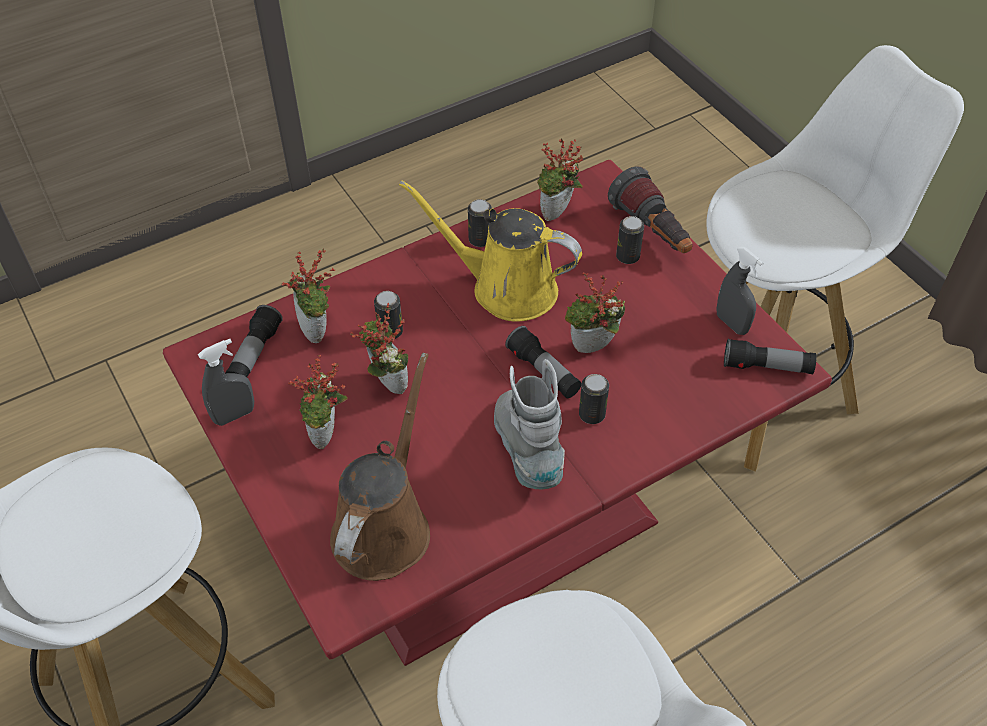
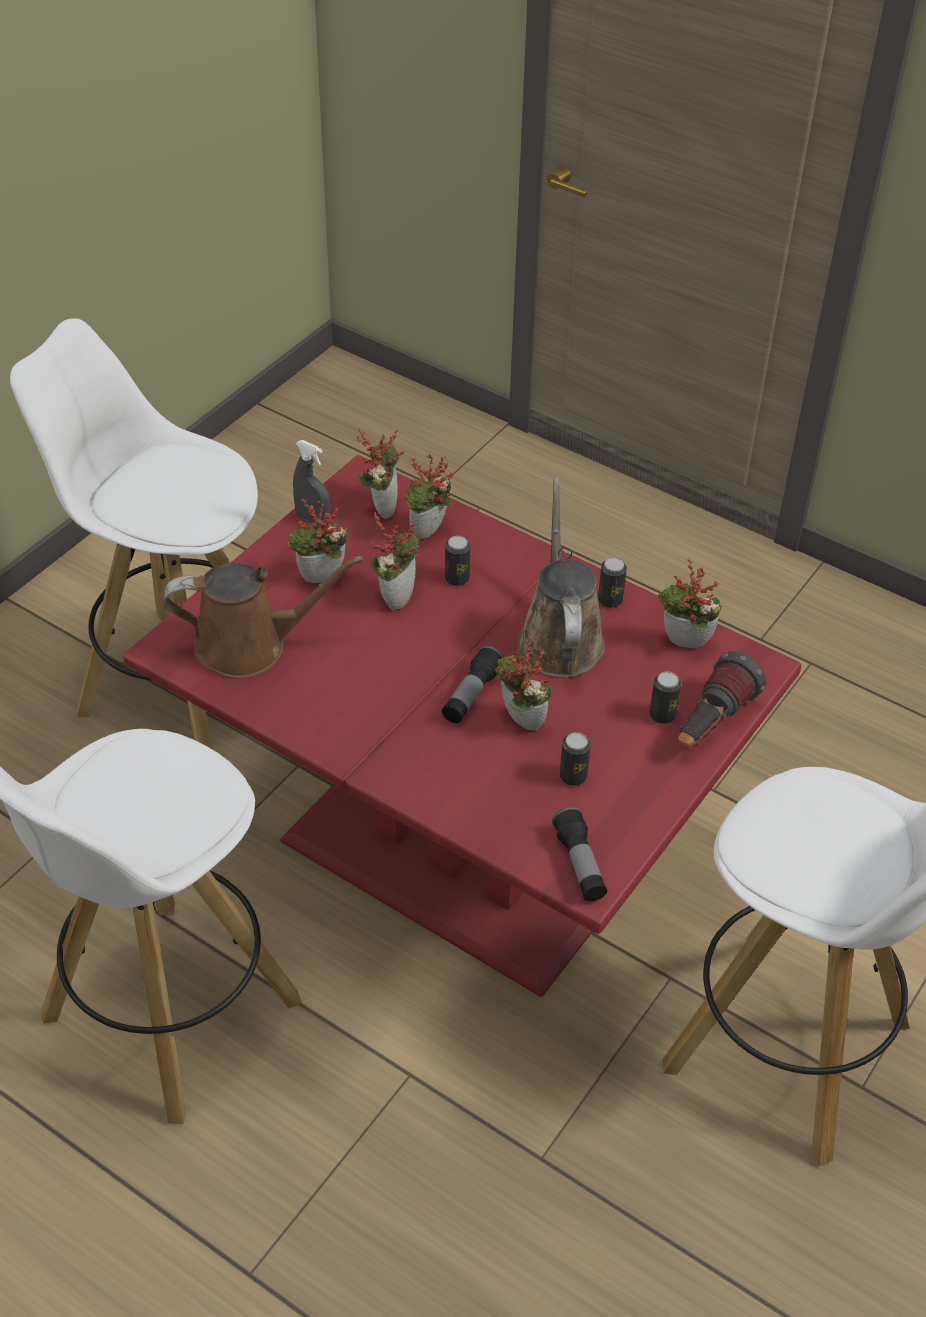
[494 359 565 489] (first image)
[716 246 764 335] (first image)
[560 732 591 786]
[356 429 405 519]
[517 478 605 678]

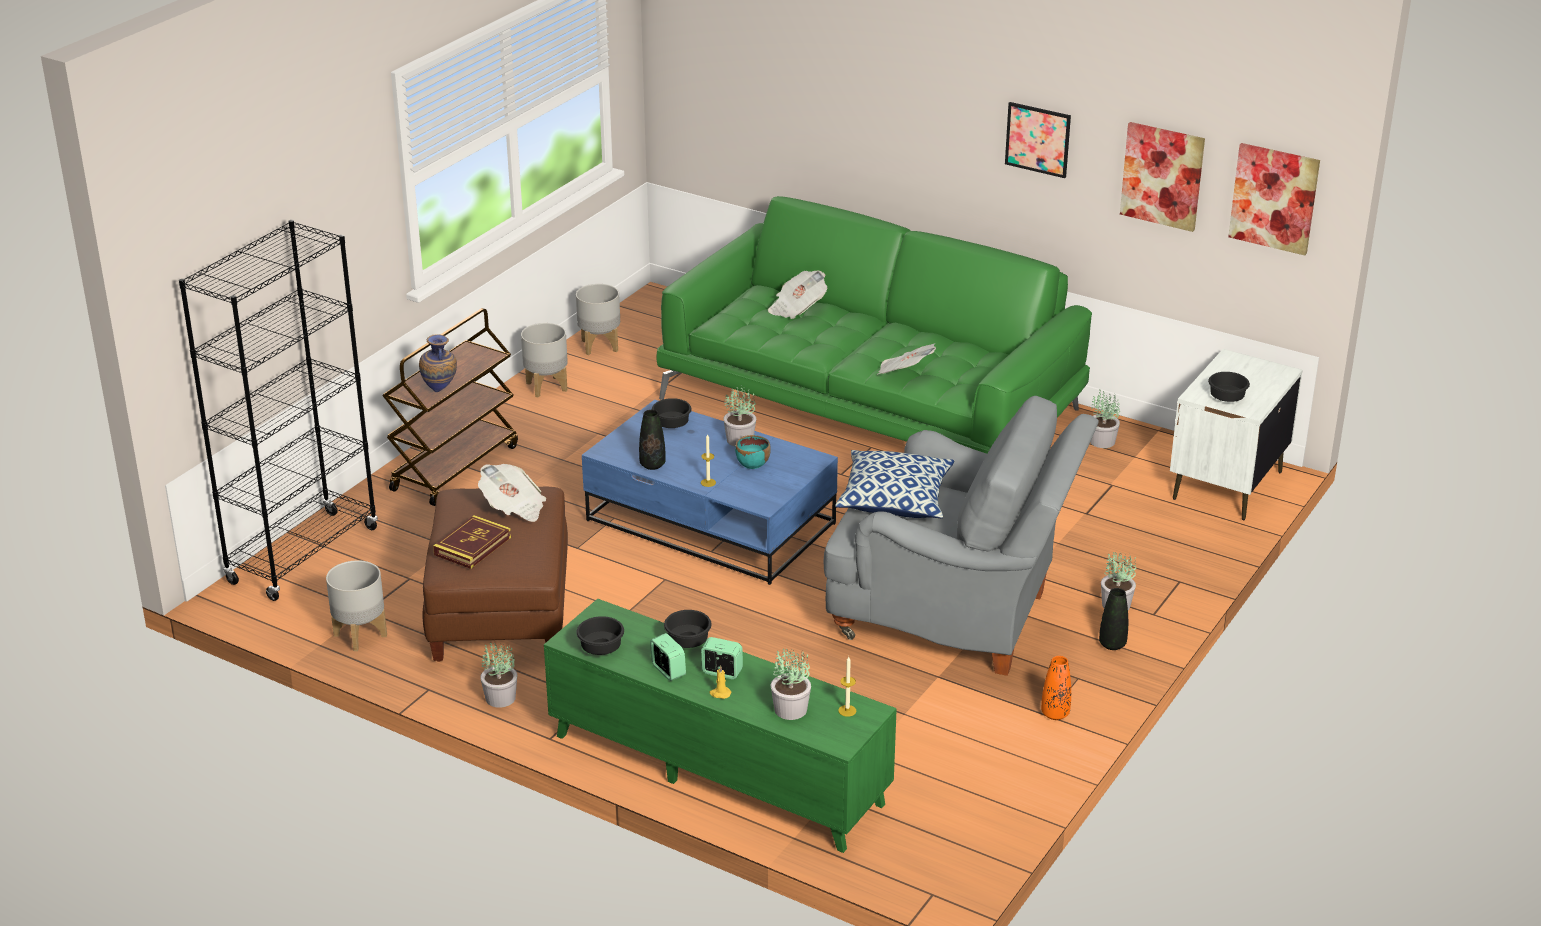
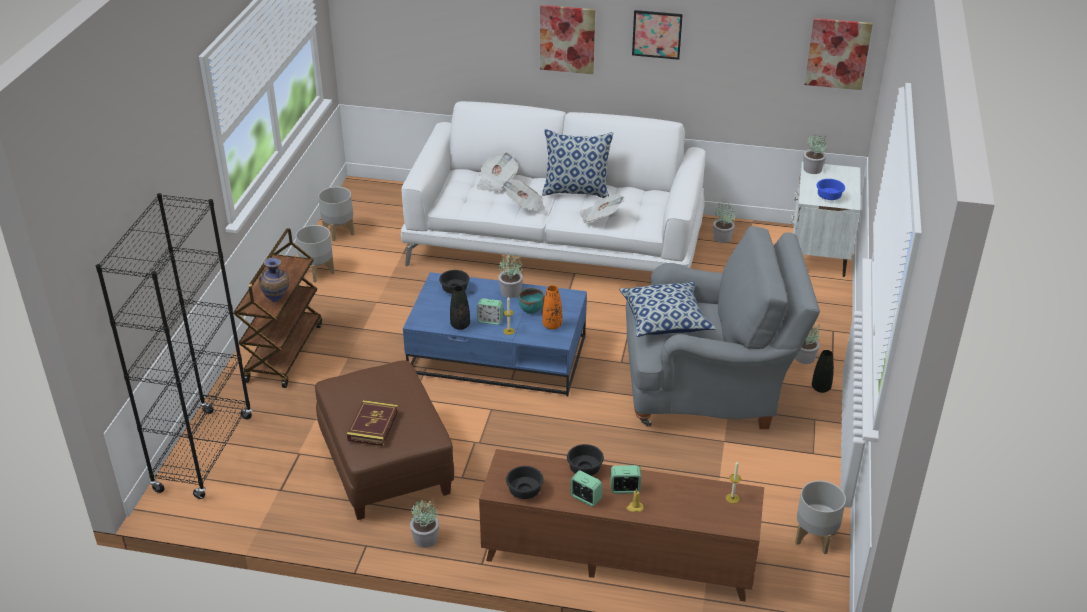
[477 298 503 325]
[542 129 613 198]
[795 480 846 554]
[503 179 545 212]
[804 134 826 174]
[542 285 562 330]
[540 5 595 74]
[479 449 764 602]
[401 101 706 272]
[816 179 845 200]

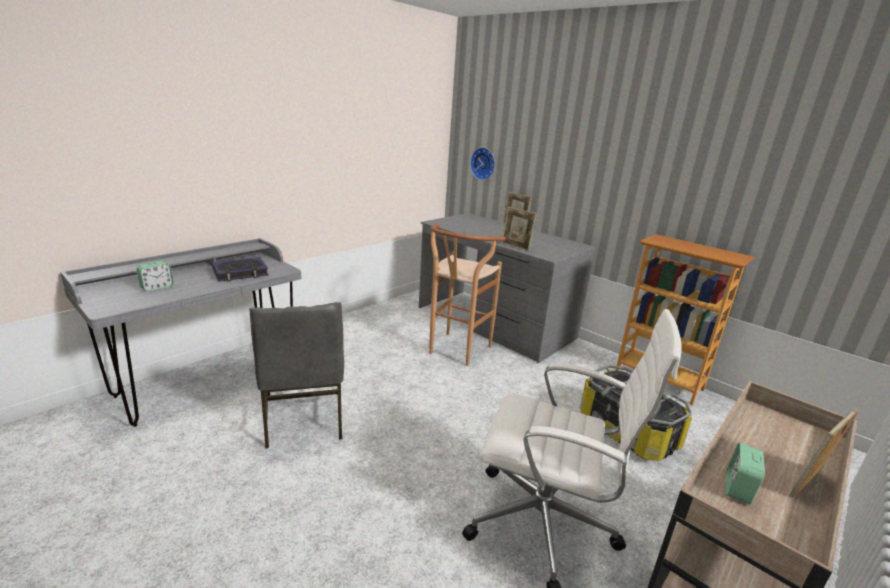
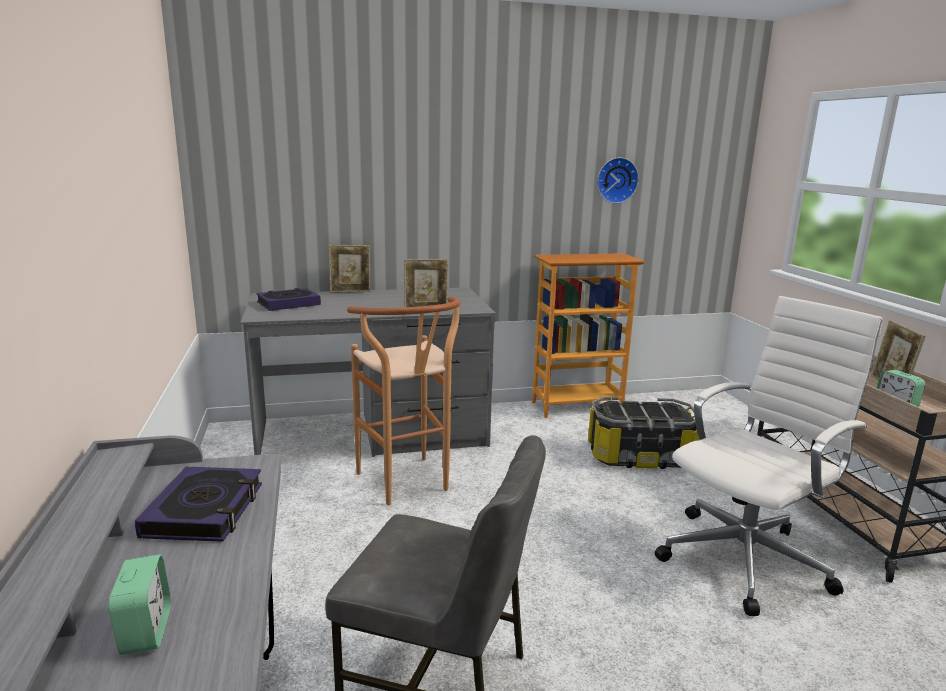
[256 288 321 311]
[597 157 639 204]

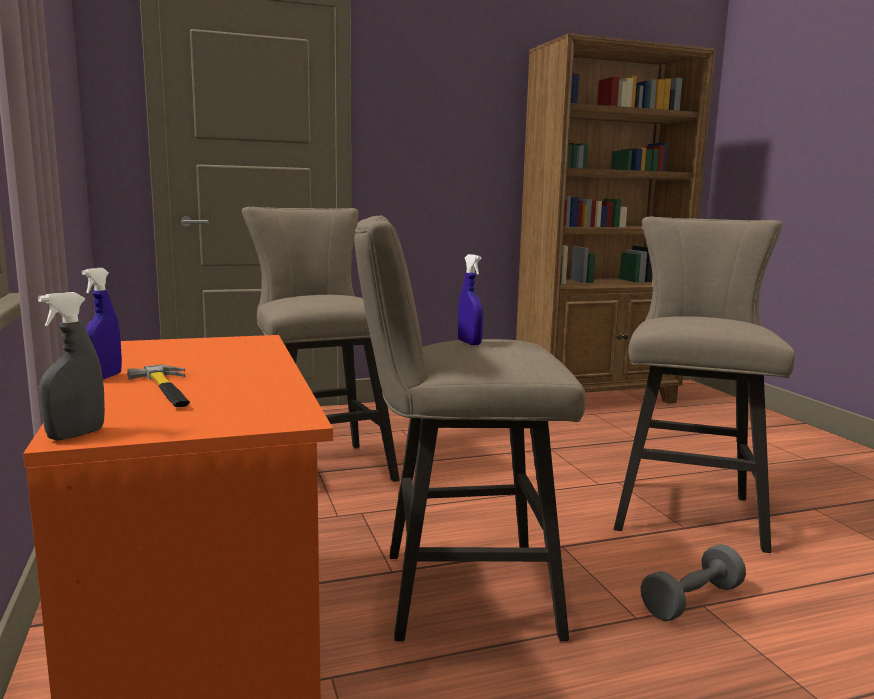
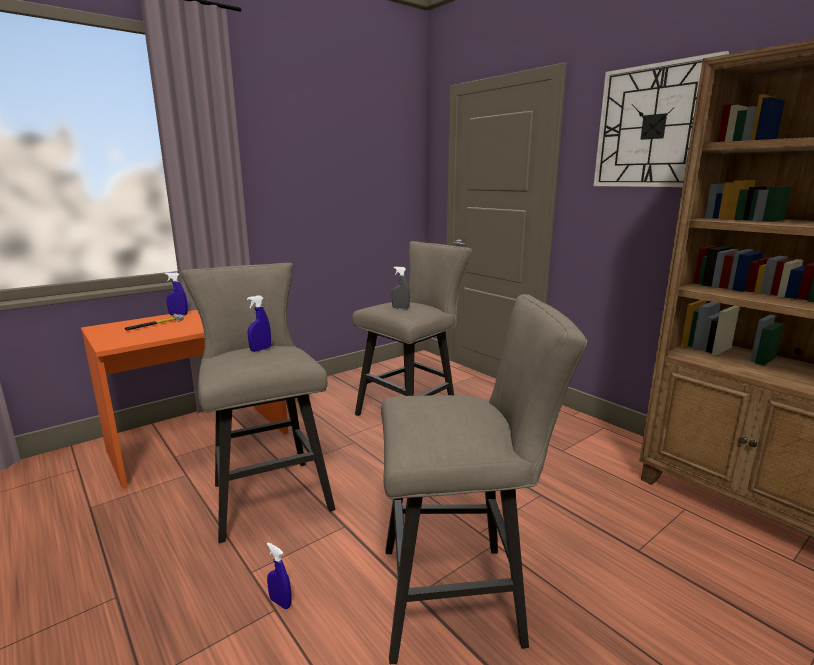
[594 51 729 187]
[392 267 410 309]
[267 543 292 609]

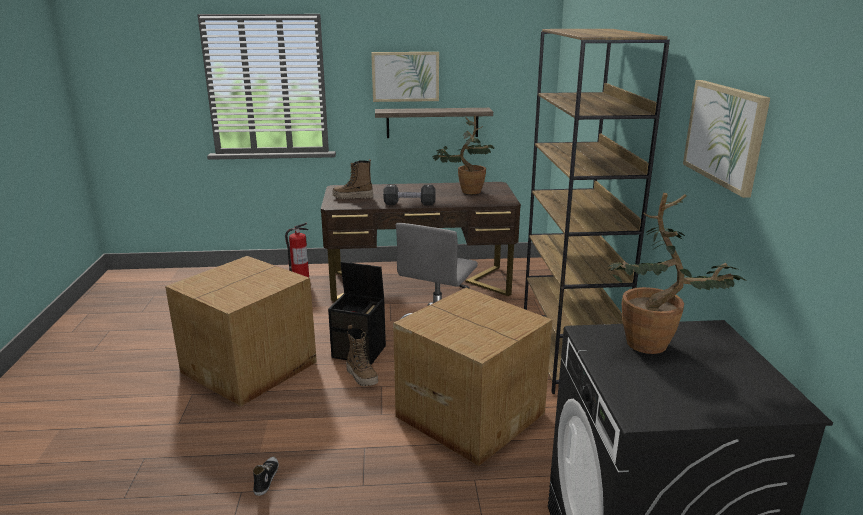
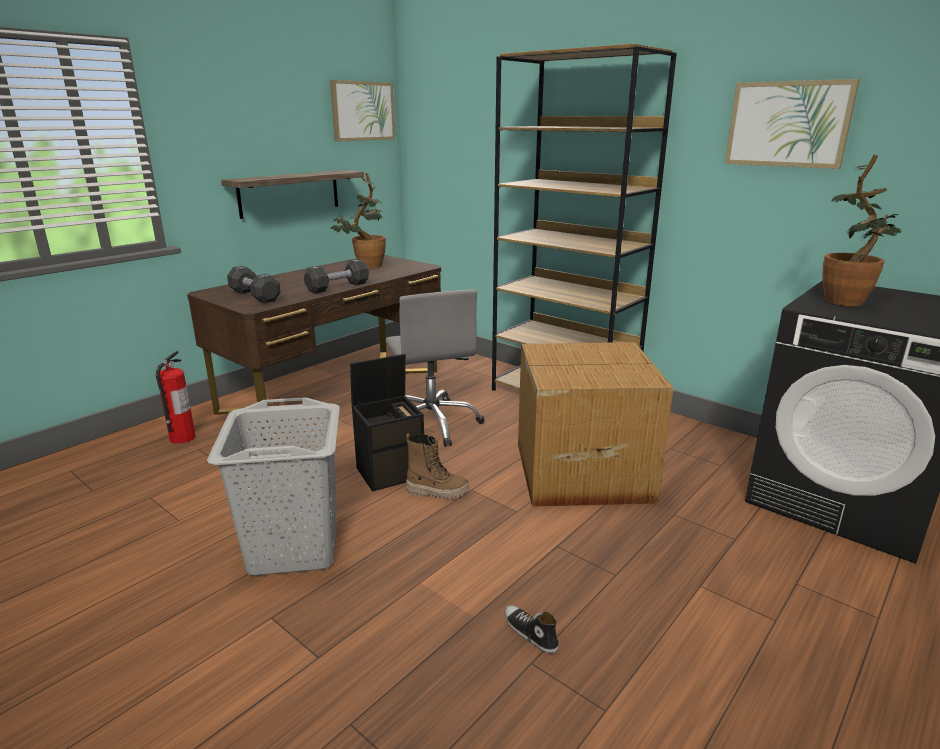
[330 80 395 141]
[207 397 340 576]
[227 266 280 303]

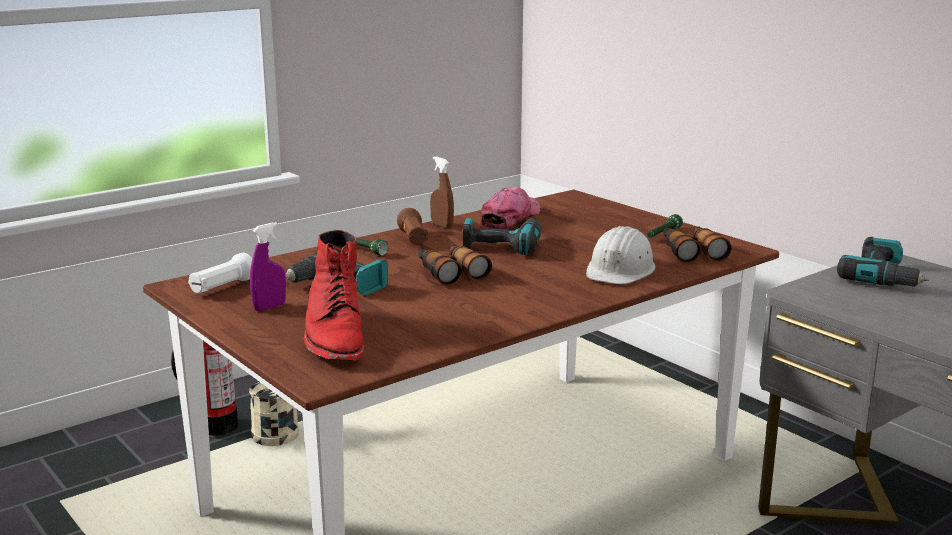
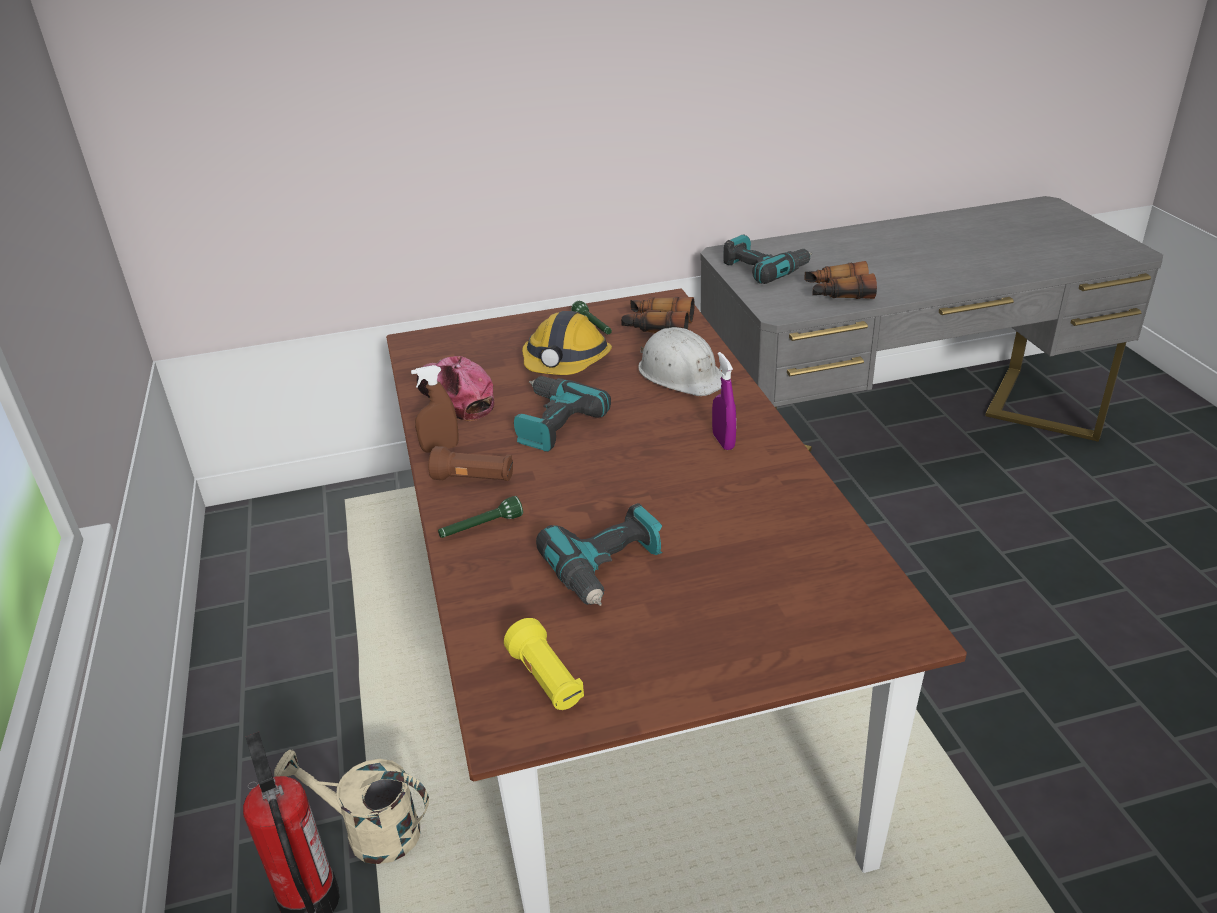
[304 230 364 361] (first image)
[522 311 612 375]
[712 352 736 450]
[804 261 877 299]
[504 618 584 710]

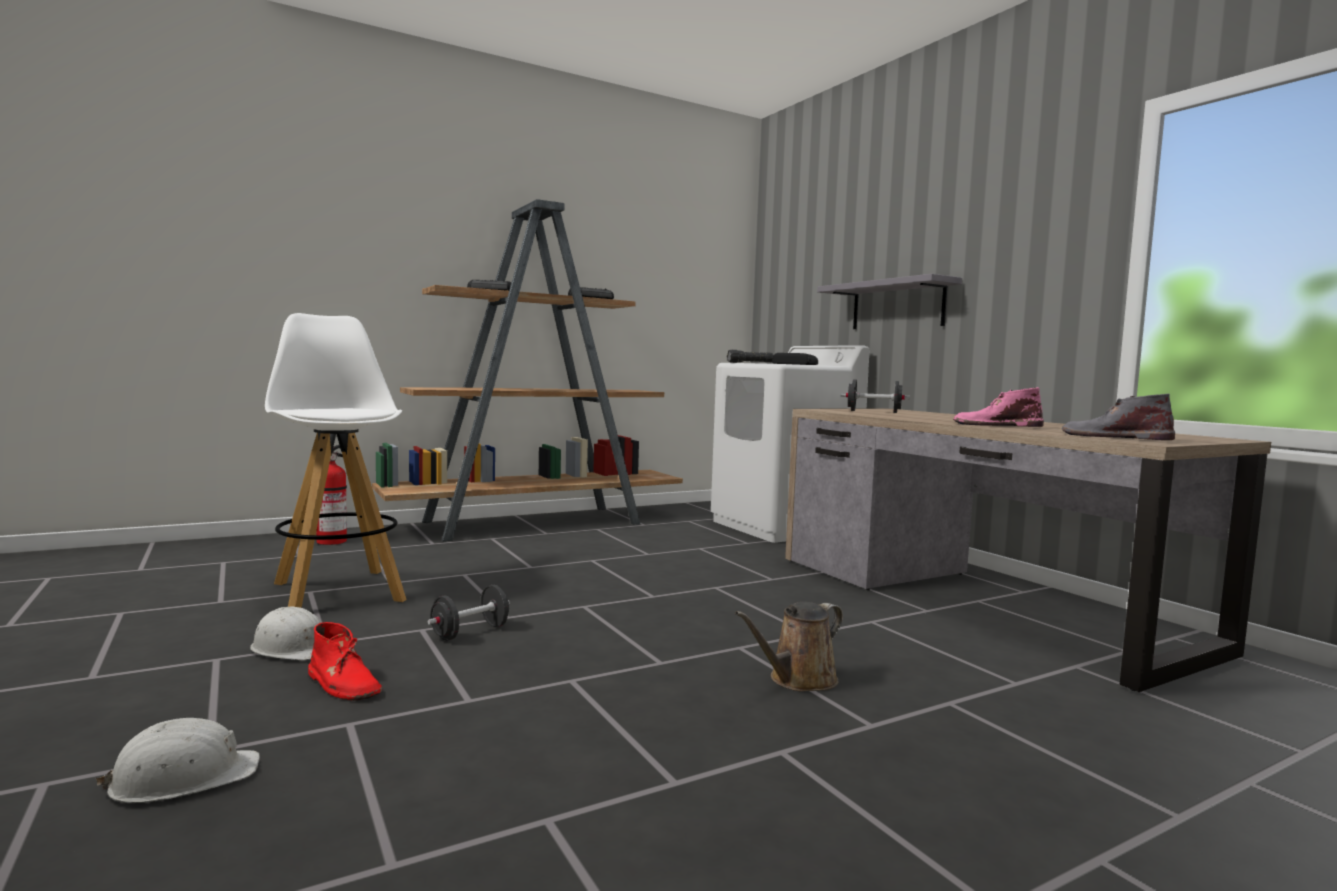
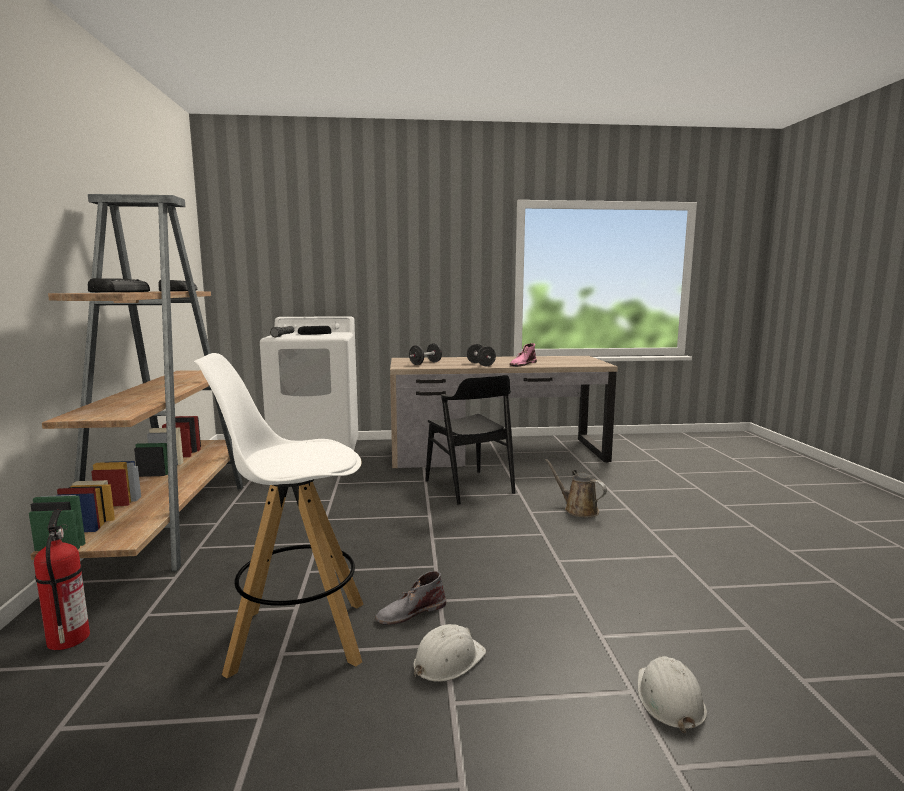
[308 622 382 701] (first image)
[817 274 962 329] (first image)
[425 375 515 505]
[466 344 496 366]
[375 571 446 625]
[545 459 607 517]

